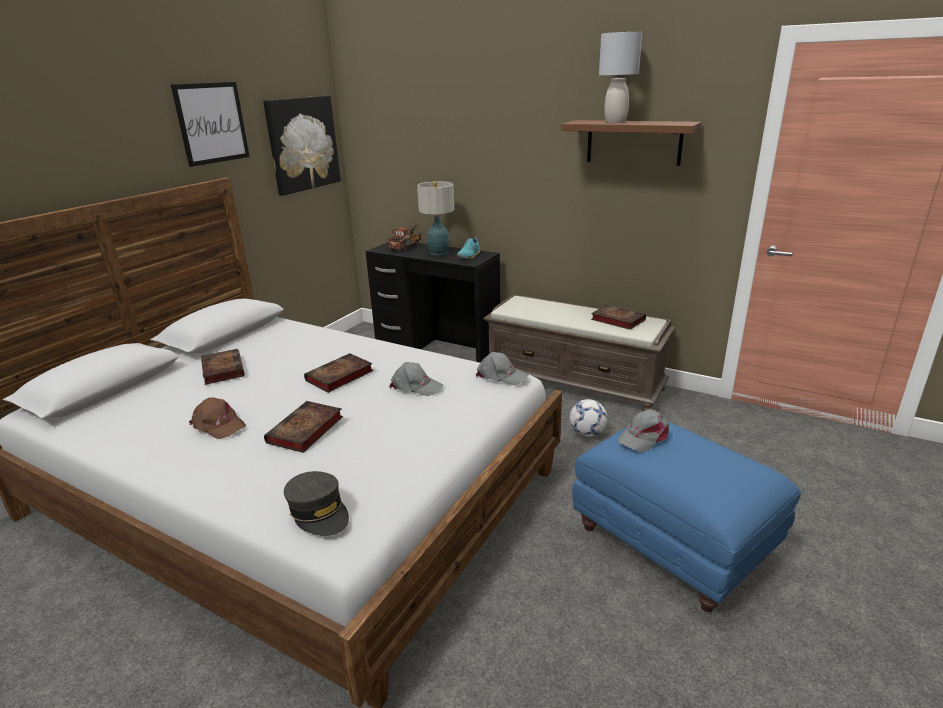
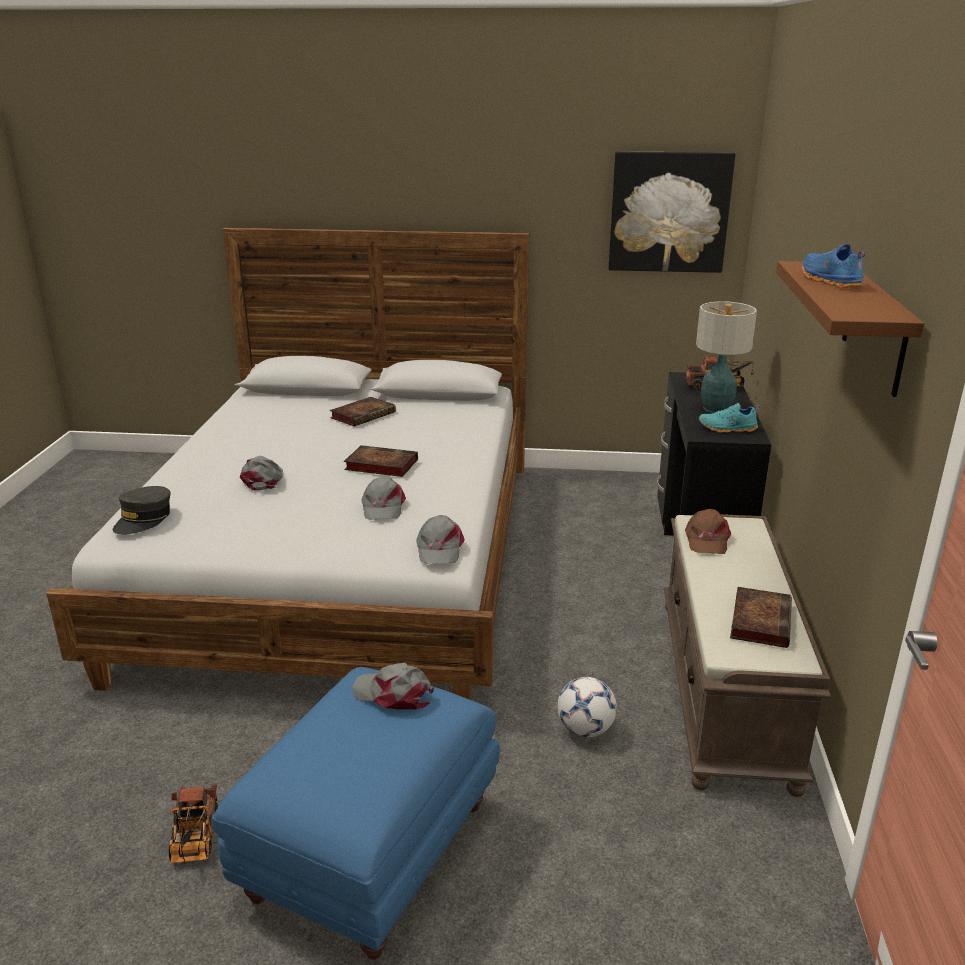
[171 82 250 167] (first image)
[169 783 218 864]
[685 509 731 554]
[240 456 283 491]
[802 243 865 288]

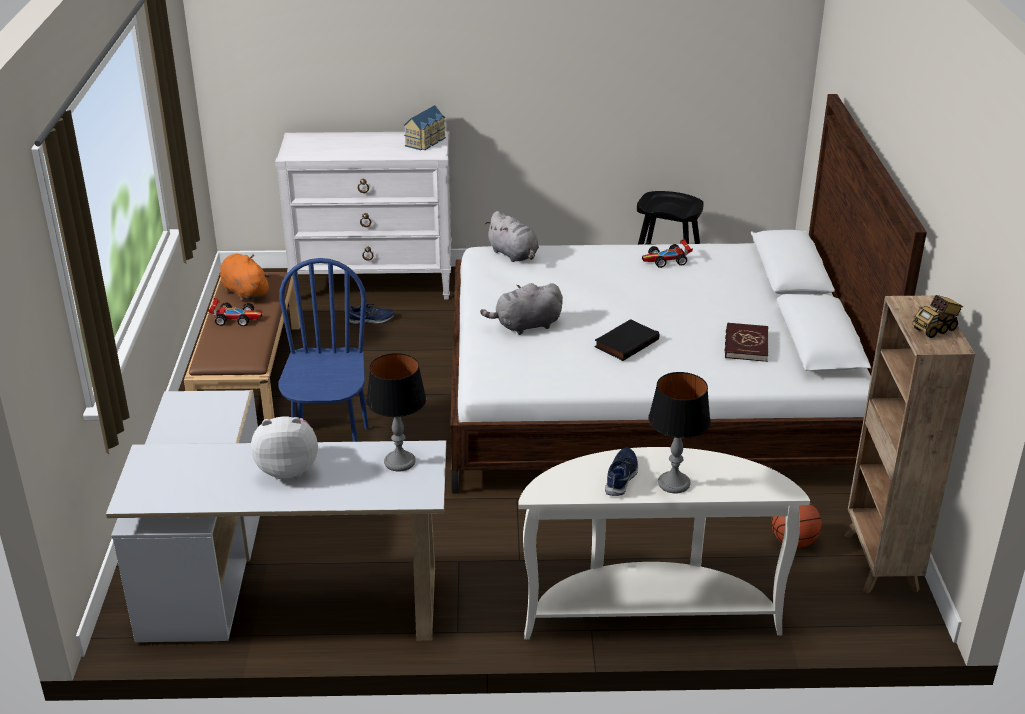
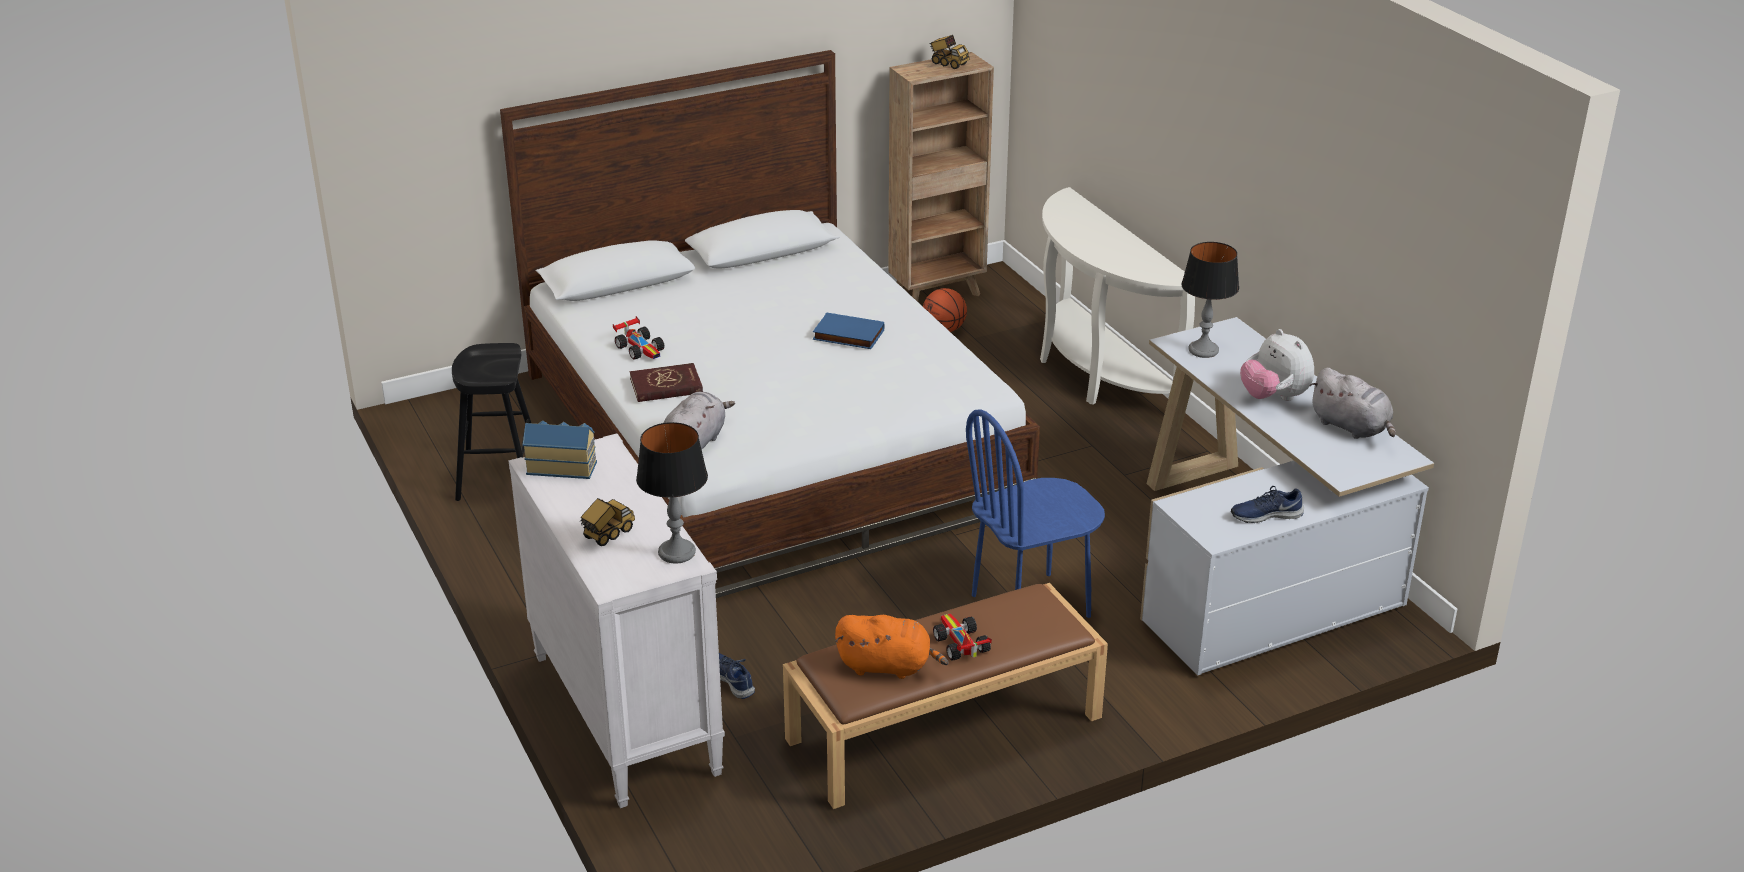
[579 498 635 546]
[1309 368 1396 439]
[1231 486 1304 523]
[636 422 708 563]
[630 363 703 402]
[813 313 885 349]
[835 615 949 679]

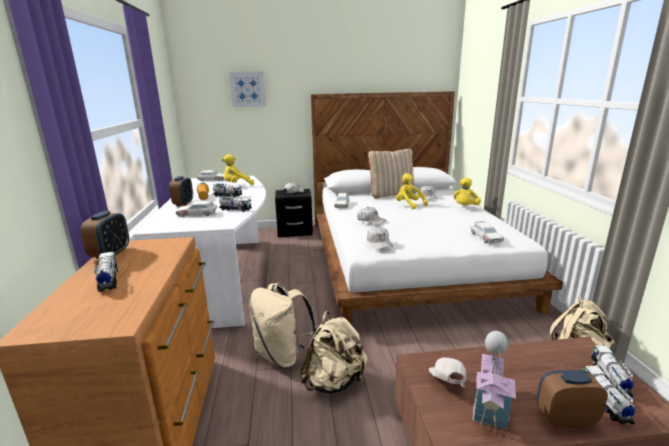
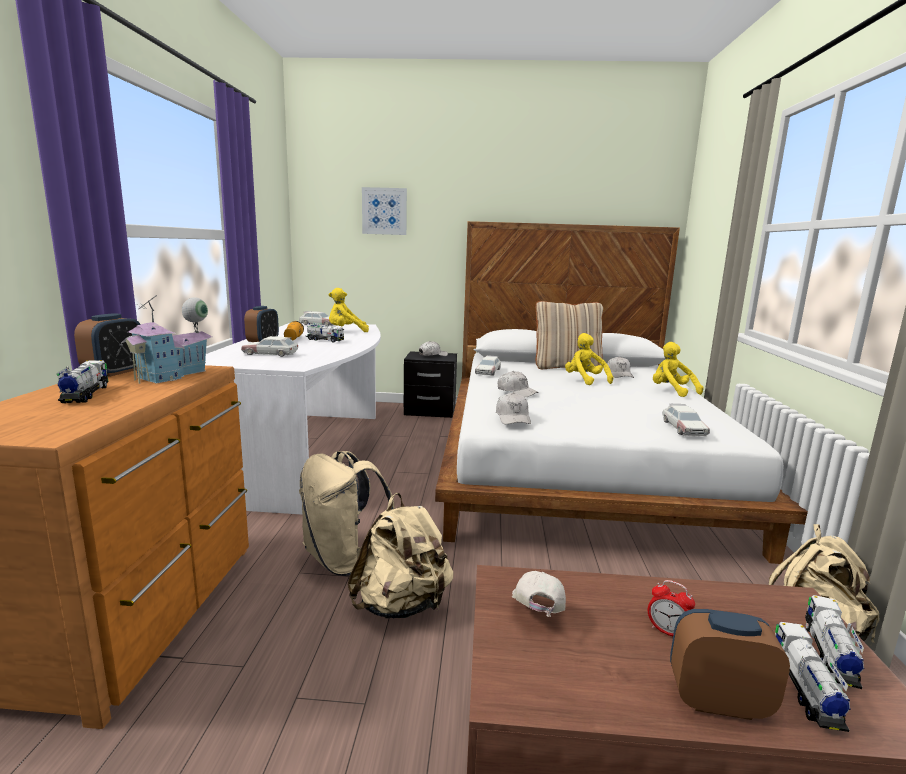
[219 195 252 212] (first image)
[648 580 695 636]
[121 295 212 384]
[653 342 704 397]

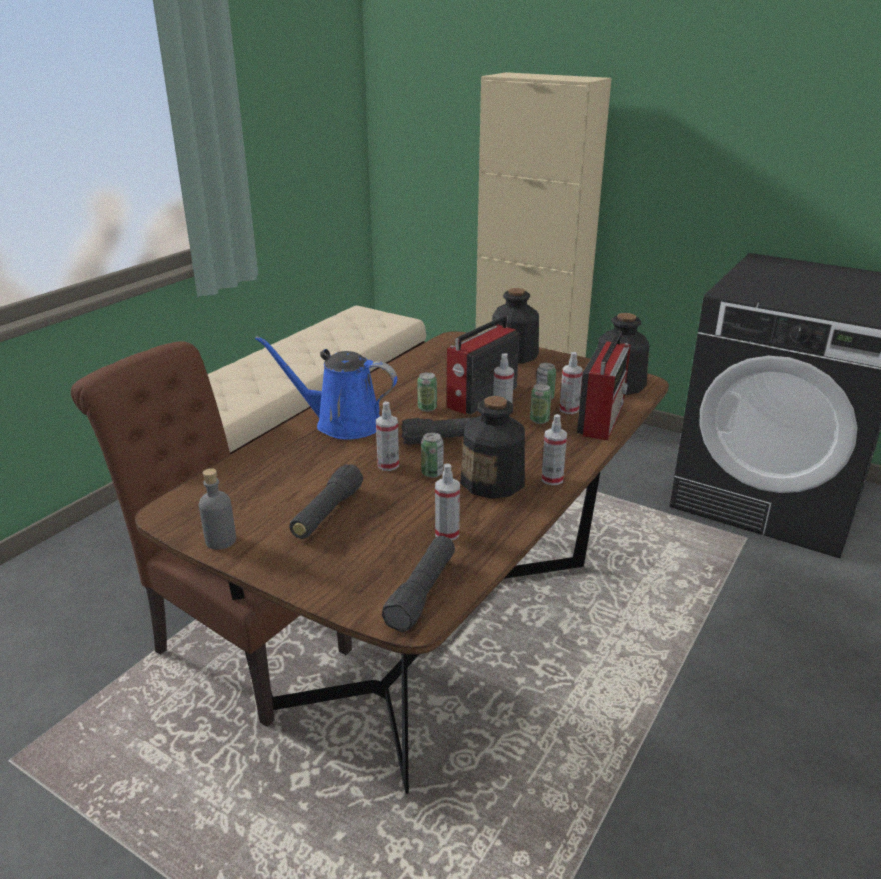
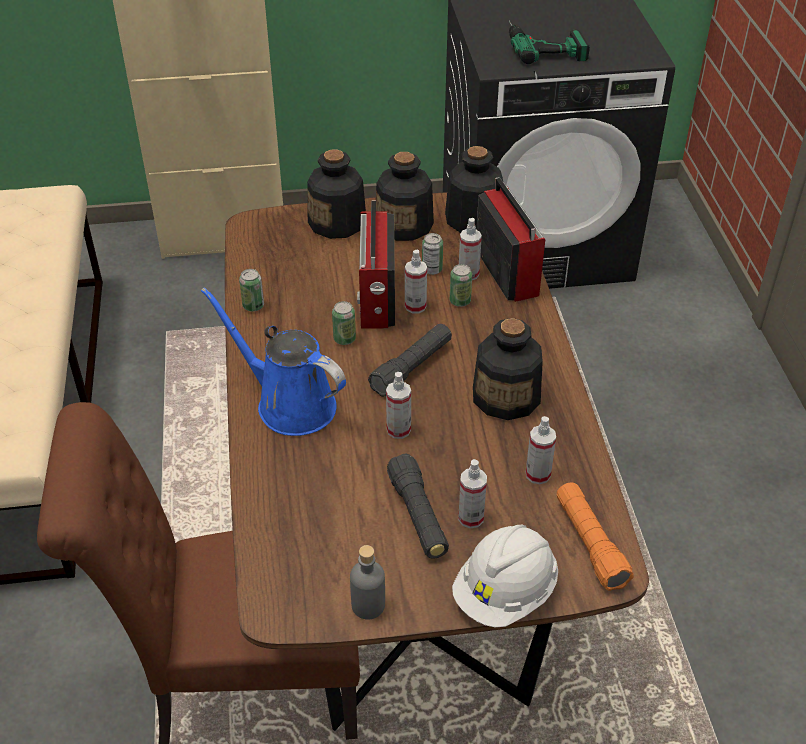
[376 152 434 241]
[452 525 558 627]
[509 20 590 64]
[239 269 264 311]
[458 459 487 528]
[557 482 634 591]
[201 287 346 436]

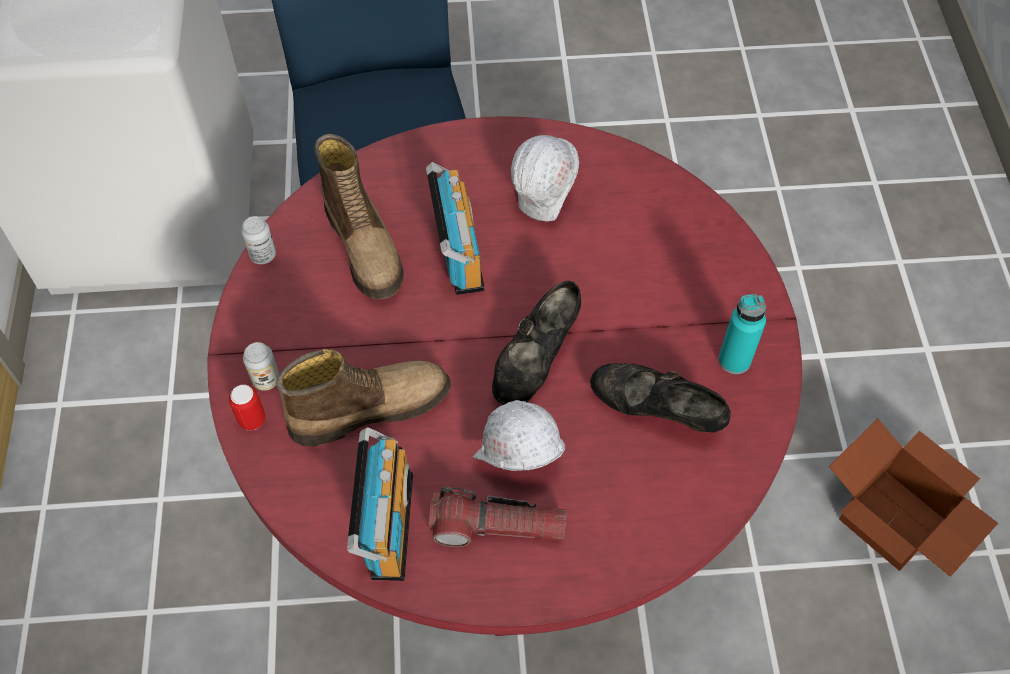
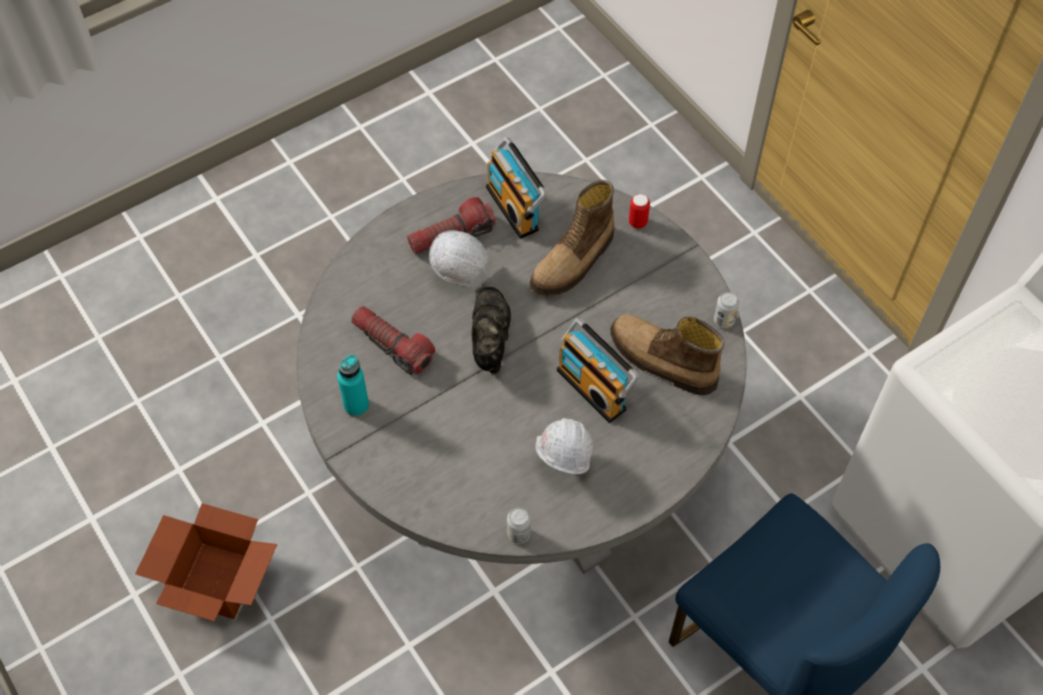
[507 508 531 544]
[351 306 435 375]
[296 172 747 574]

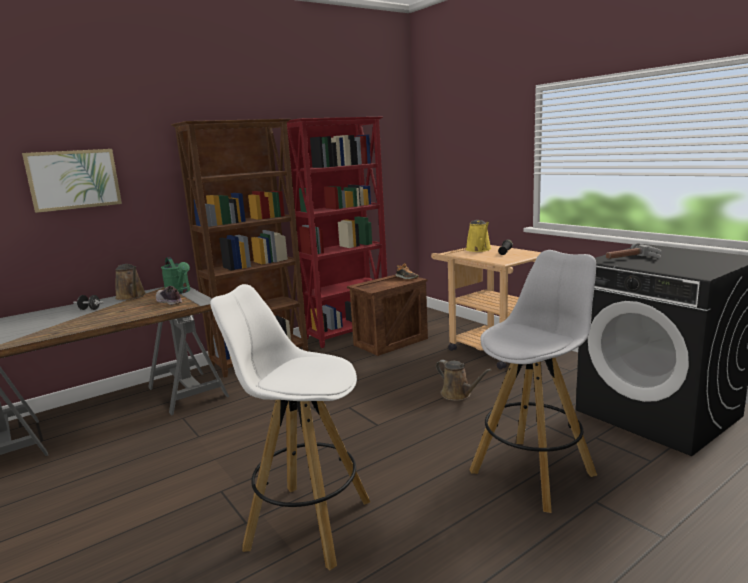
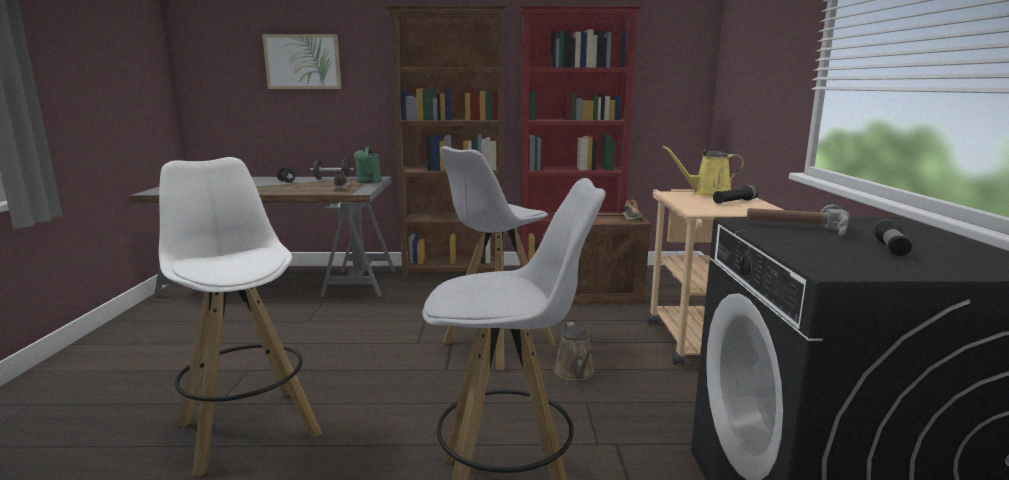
[440 146 556 370]
[873 219 912 256]
[310 159 354 179]
[662 146 745 196]

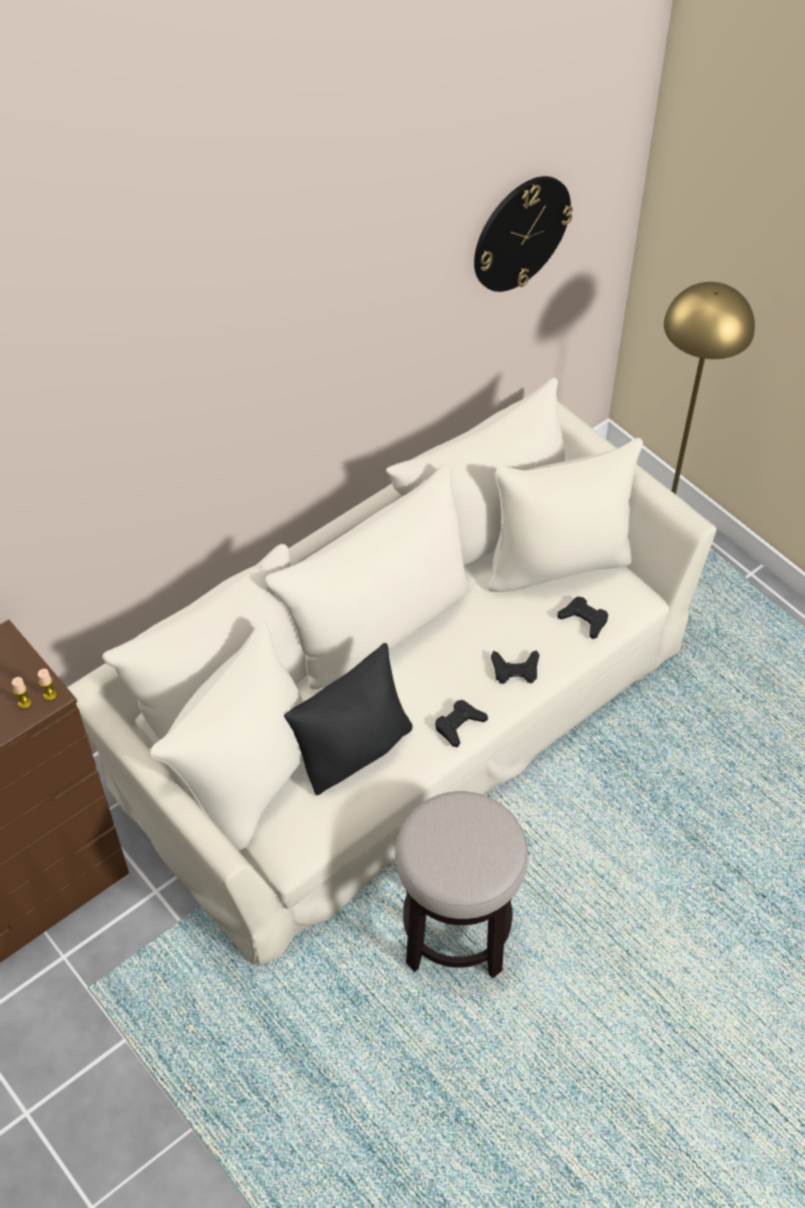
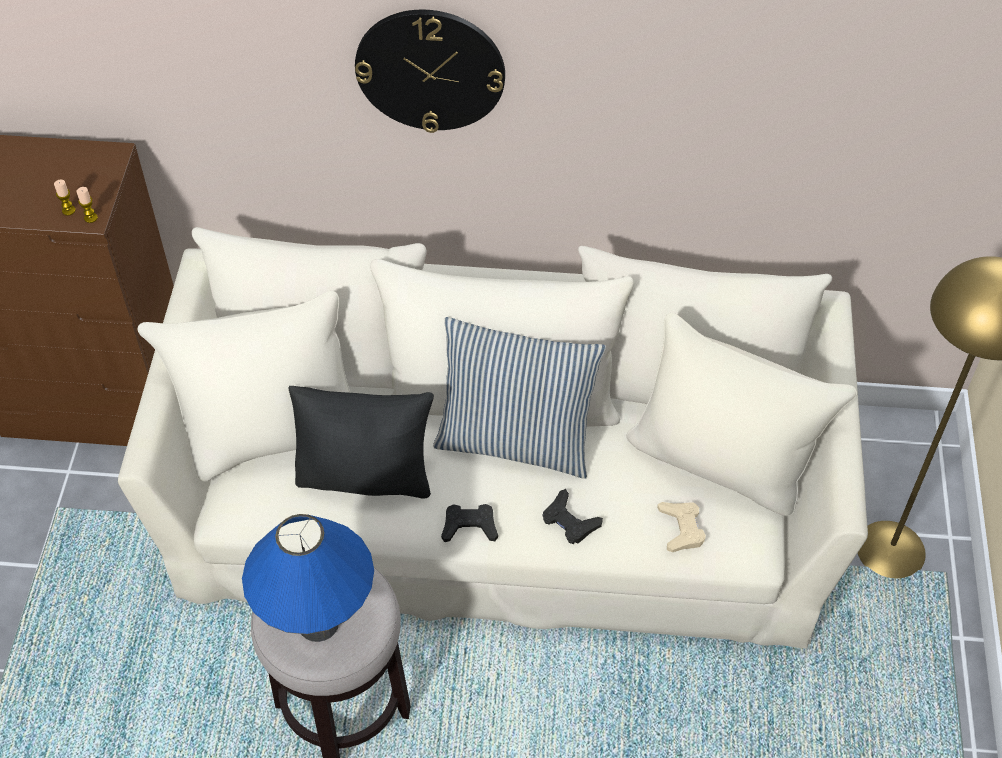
[242 514 374 642]
[433 317 606 479]
[355 10 505 133]
[657 502 706 552]

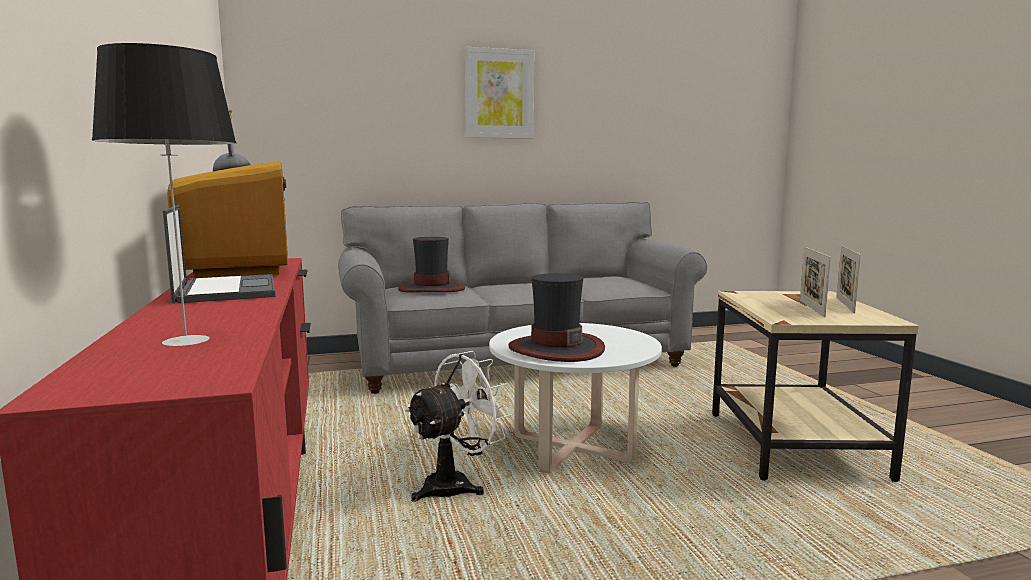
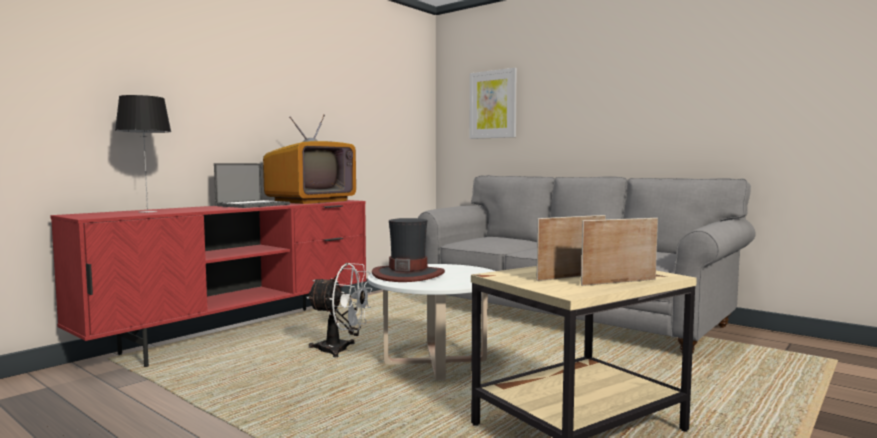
[398 237 465 293] (first image)
[469 68 517 139]

